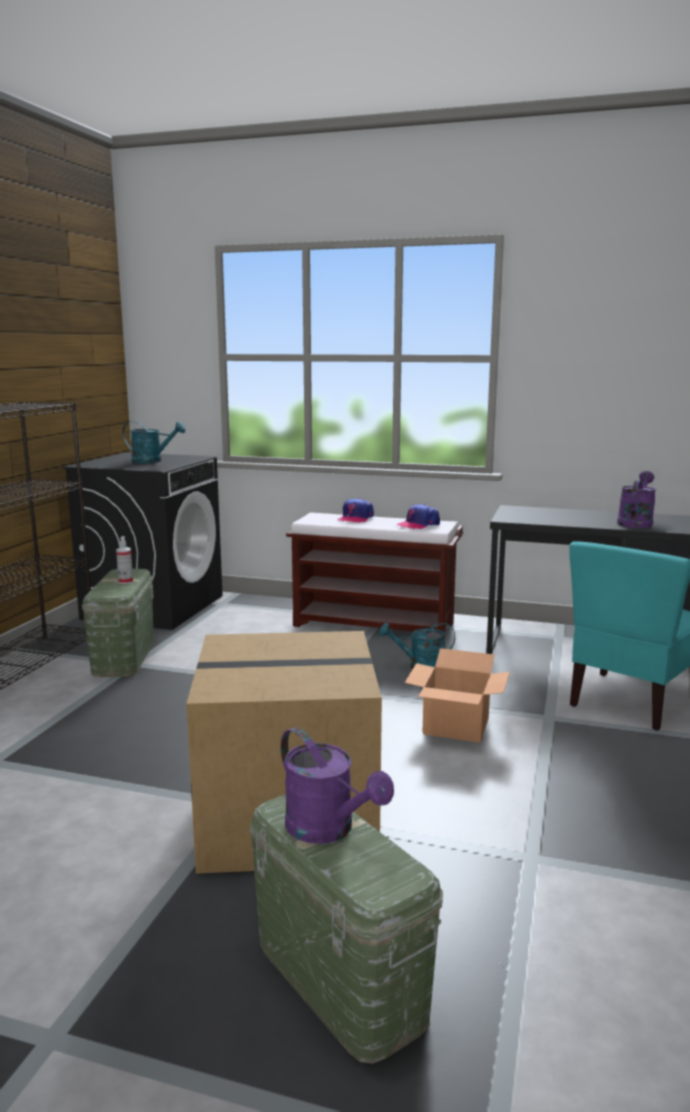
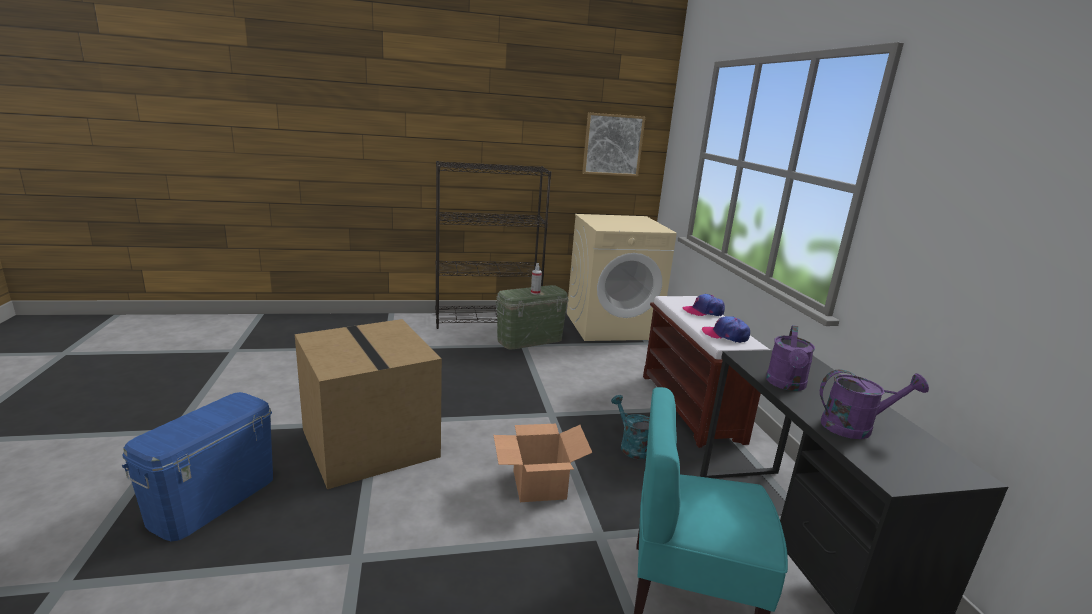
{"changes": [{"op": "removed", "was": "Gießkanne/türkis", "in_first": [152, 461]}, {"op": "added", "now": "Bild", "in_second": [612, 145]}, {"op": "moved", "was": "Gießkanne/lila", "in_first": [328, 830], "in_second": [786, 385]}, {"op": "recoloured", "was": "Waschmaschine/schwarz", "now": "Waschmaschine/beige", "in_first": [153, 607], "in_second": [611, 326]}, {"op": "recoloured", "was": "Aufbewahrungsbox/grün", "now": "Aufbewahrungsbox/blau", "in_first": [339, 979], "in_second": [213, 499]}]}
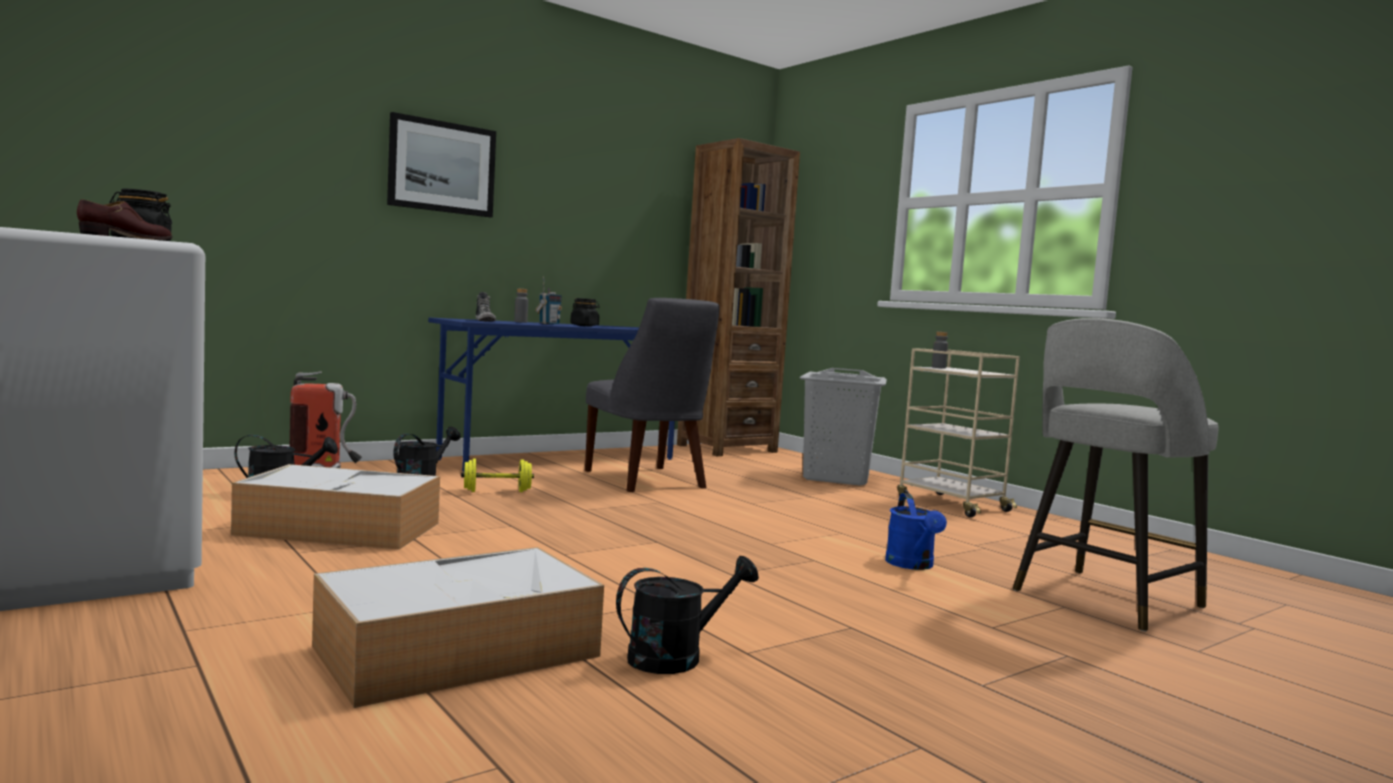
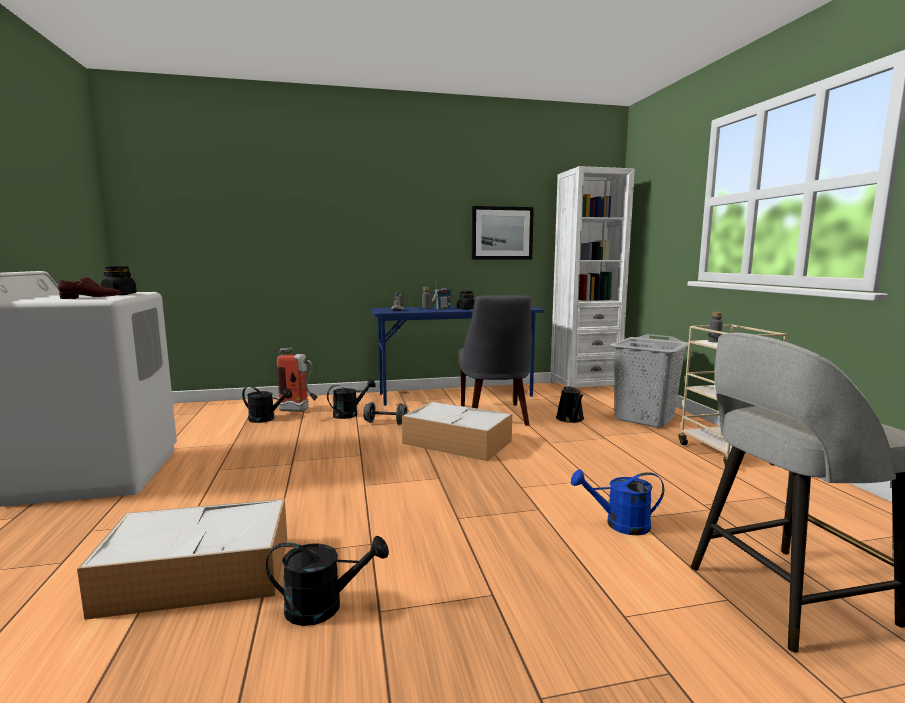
{"changes": [{"op": "added", "now": "Gießkanne/schwarz", "in_second": [571, 419]}, {"op": "moved", "was": "Aufbewahrungsbox", "in_first": [343, 529], "in_second": [458, 442]}, {"op": "moved", "was": "Bild", "in_first": [442, 167], "in_second": [502, 233]}, {"op": "recoloured", "was": "Hantel/gelb", "now": "Hantel/grau", "in_first": [497, 491], "in_second": [385, 423]}, {"op": "recoloured", "was": "Bücherregal/braun", "now": "Bücherregal/weiß", "in_first": [726, 448], "in_second": [584, 386]}, {"op": "turned", "was": "Gießkanne/blau", "in_first": [913, 565], "in_second": [619, 524], "clockwise": 75}]}
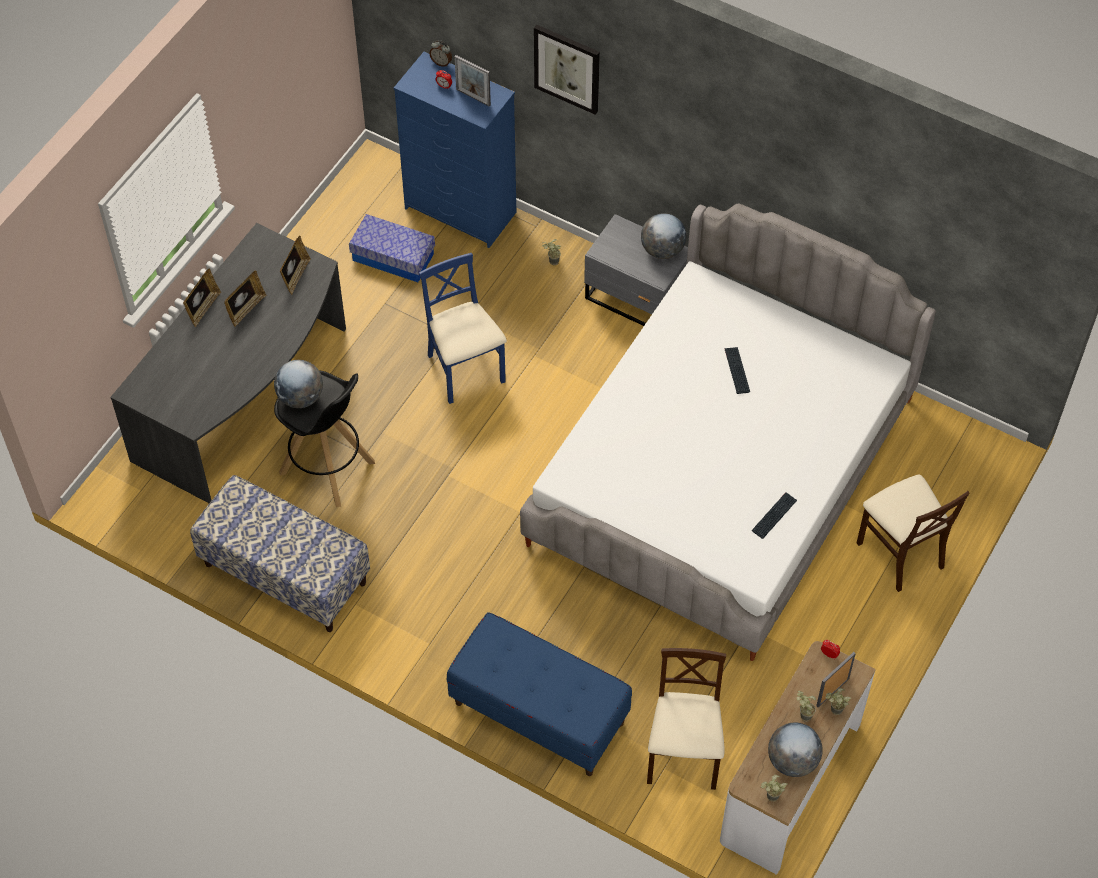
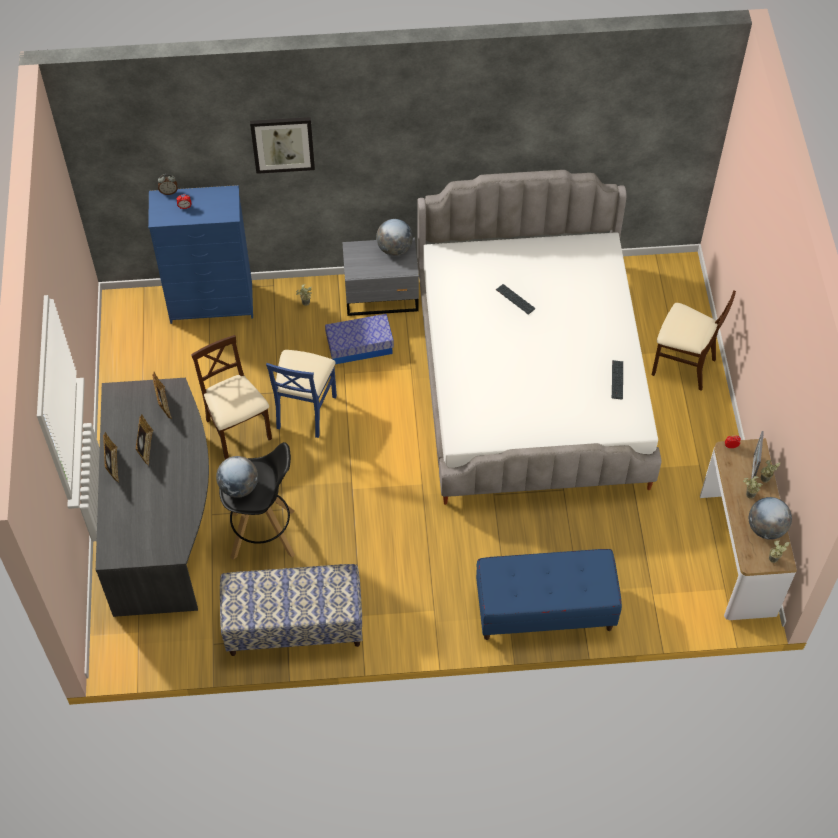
{"changes": [{"op": "removed", "was": "Bilderrahmen", "in_first": [473, 97]}, {"op": "moved", "was": "Aufbewahrungsbox", "in_first": [393, 257], "in_second": [360, 346]}, {"op": "moved", "was": "Stuhl/beige", "in_first": [683, 755], "in_second": [238, 431]}, {"op": "turned", "was": "Stuhl/blau", "in_first": [465, 370], "in_second": [305, 410], "clockwise": -105}]}
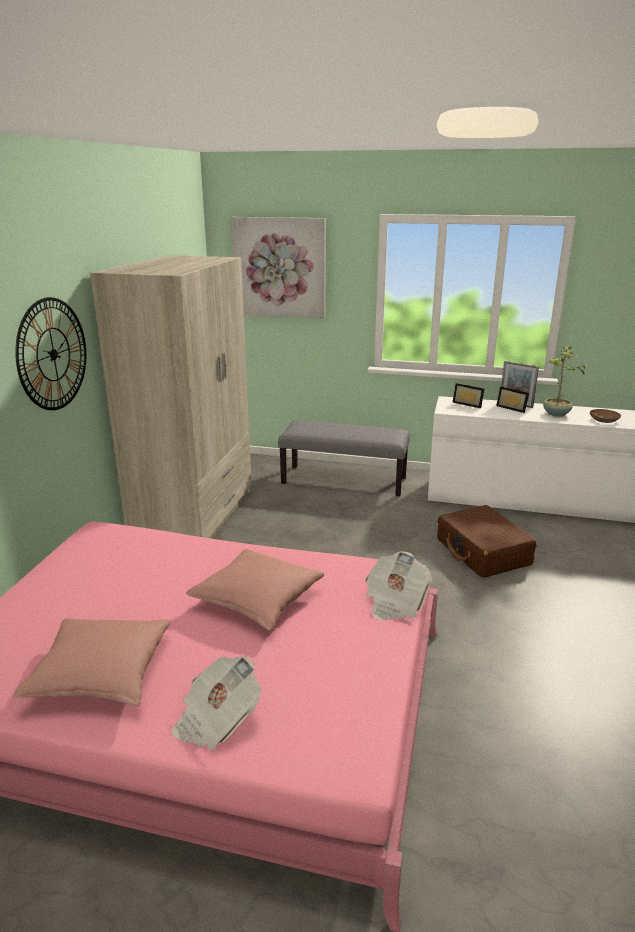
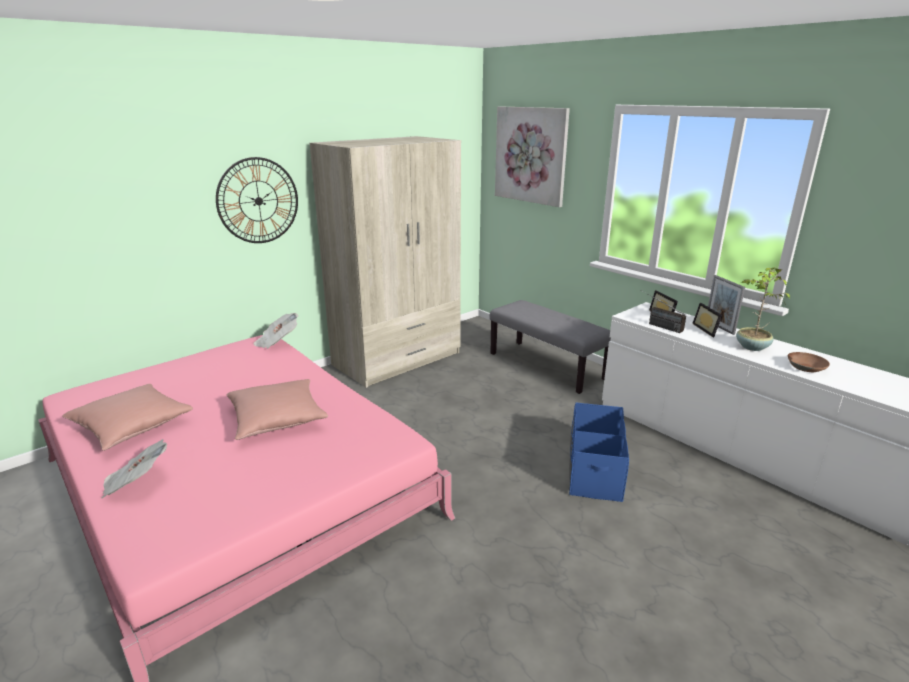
{"changes": [{"op": "added", "now": "Radio", "in_second": [657, 325]}, {"op": "moved", "was": "Zeitung", "in_first": [395, 602], "in_second": [277, 342]}, {"op": "replaced", "was": "Koffer/braun", "now": "Aufbewahrungsbox/blau", "in_first": [483, 552], "in_second": [594, 469]}]}
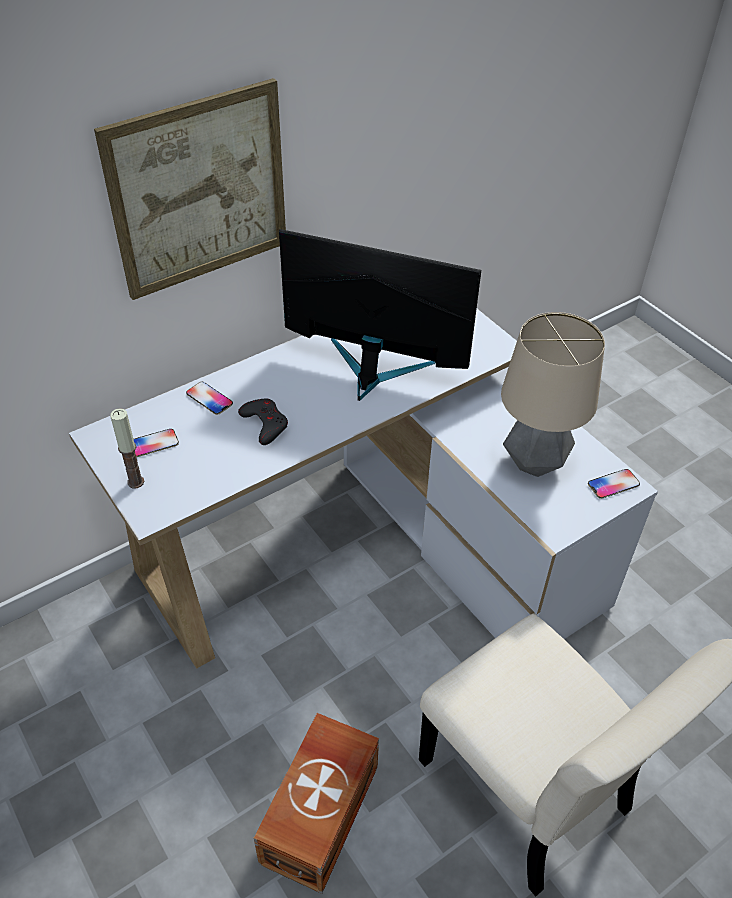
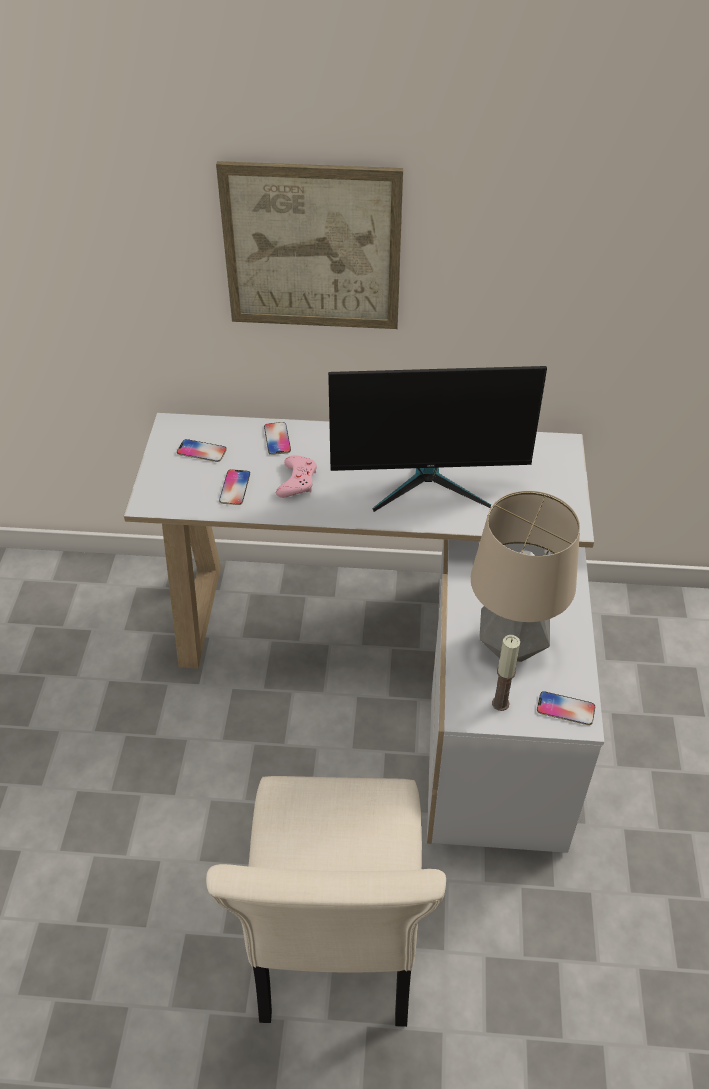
{"changes": [{"op": "removed", "was": "Aufbewahrungsbox/braun", "in_first": [323, 813]}, {"op": "added", "now": "Handy", "in_second": [235, 488]}, {"op": "moved", "was": "Kerze", "in_first": [135, 482], "in_second": [500, 703]}, {"op": "recoloured", "was": "Gamepad/grau", "now": "Gamepad/rosa", "in_first": [265, 424], "in_second": [297, 481]}, {"op": "turned", "was": "Monitor", "in_first": [372, 370], "in_second": [429, 484], "clockwise": 120}]}
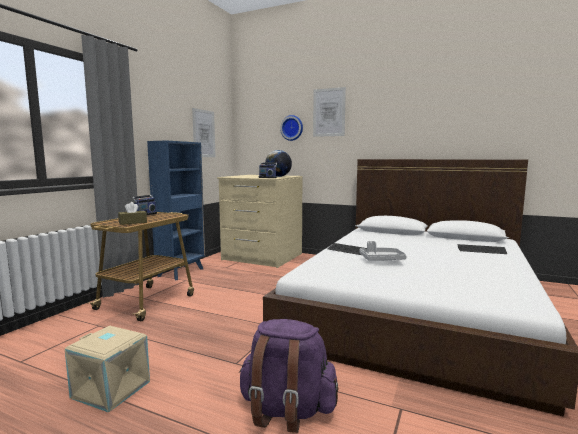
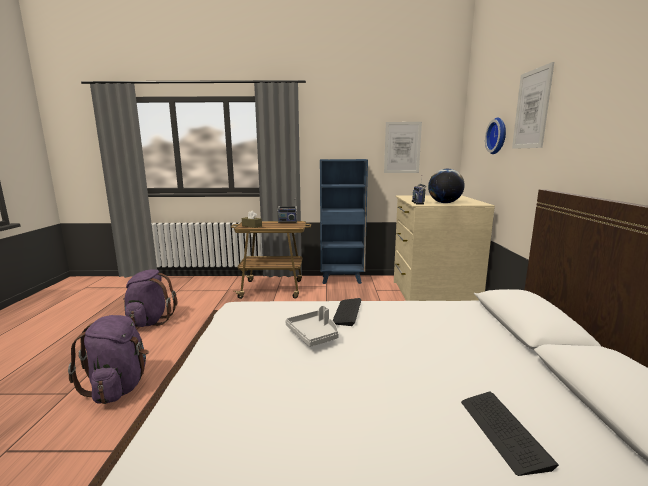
{"changes": [{"op": "replaced", "was": "Aufbewahrungsbox/beige", "now": "Rucksack/lila", "in_first": [112, 389], "in_second": [150, 321]}]}
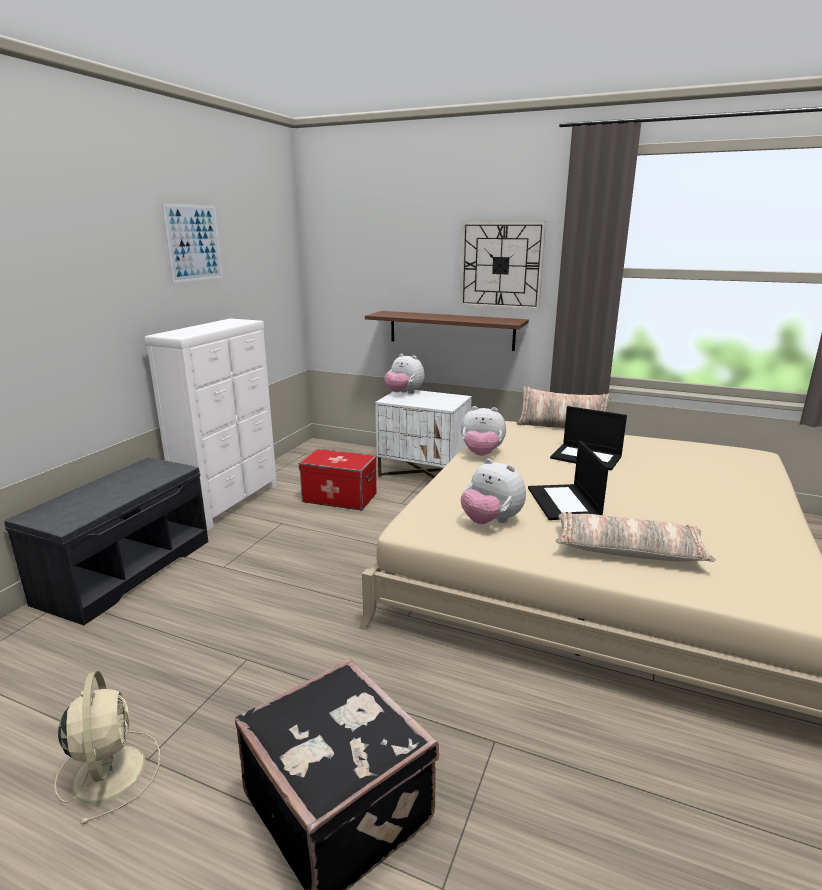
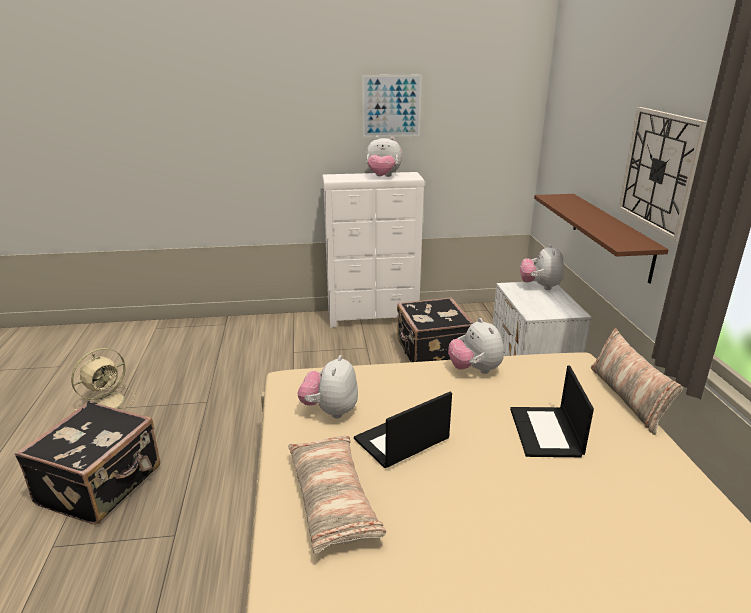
{"changes": [{"op": "removed", "was": "Bank/grau", "in_first": [126, 569]}, {"op": "added", "now": "Plüschtier", "in_second": [383, 177]}, {"op": "replaced", "was": "Aufbewahrungsbox", "now": "Koffer/schwarz", "in_first": [340, 497], "in_second": [431, 354]}]}
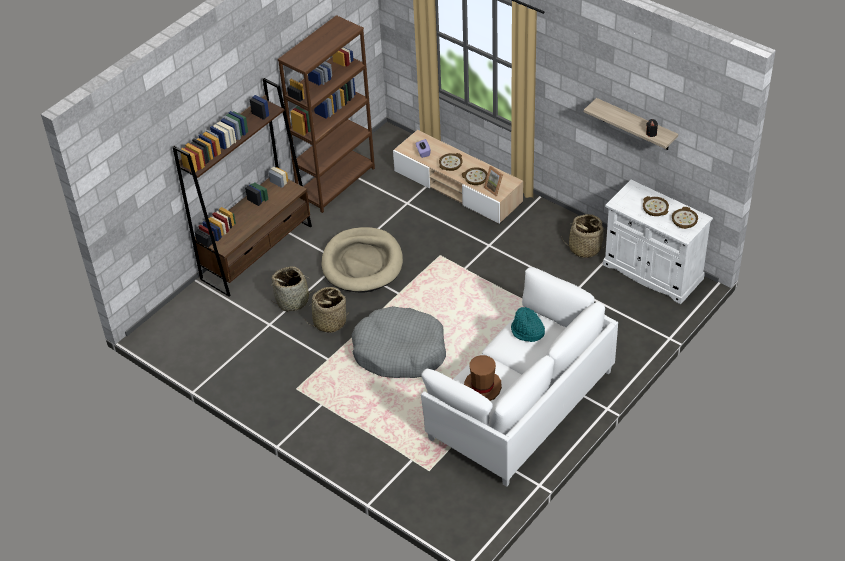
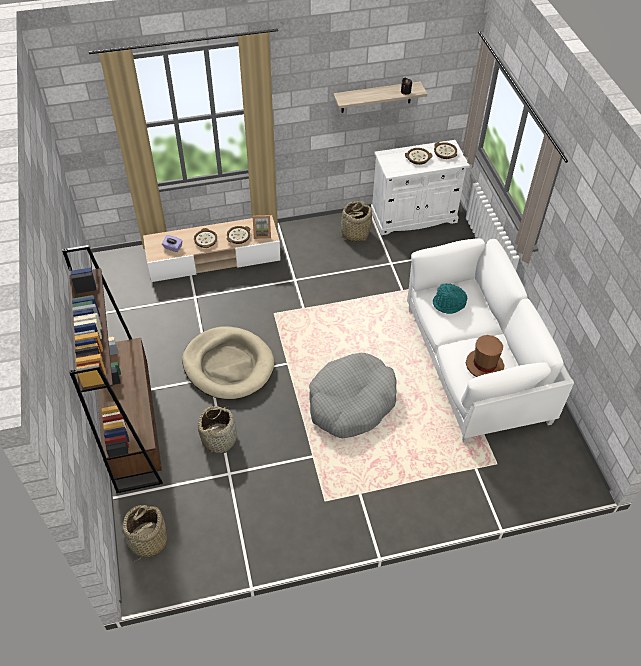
{"changes": [{"op": "removed", "was": "Bücherregal/braun", "in_first": [336, 183]}, {"op": "moved", "was": "Korb", "in_first": [329, 322], "in_second": [147, 541]}]}
